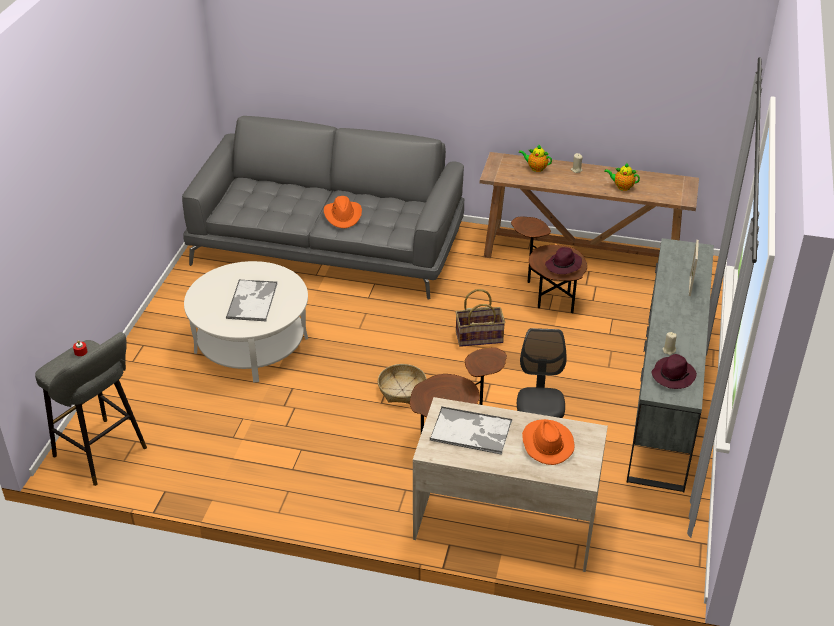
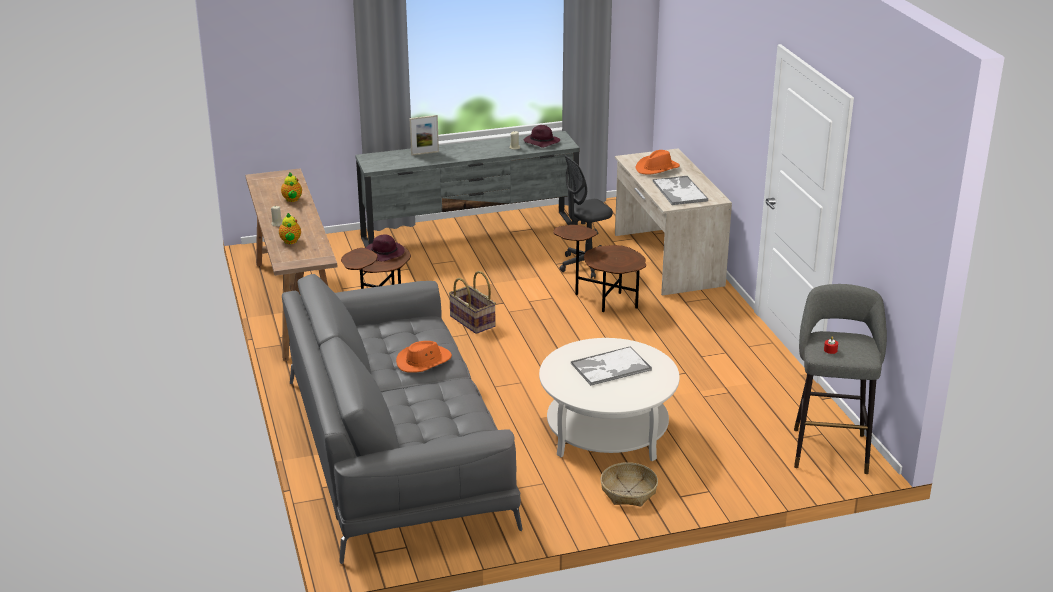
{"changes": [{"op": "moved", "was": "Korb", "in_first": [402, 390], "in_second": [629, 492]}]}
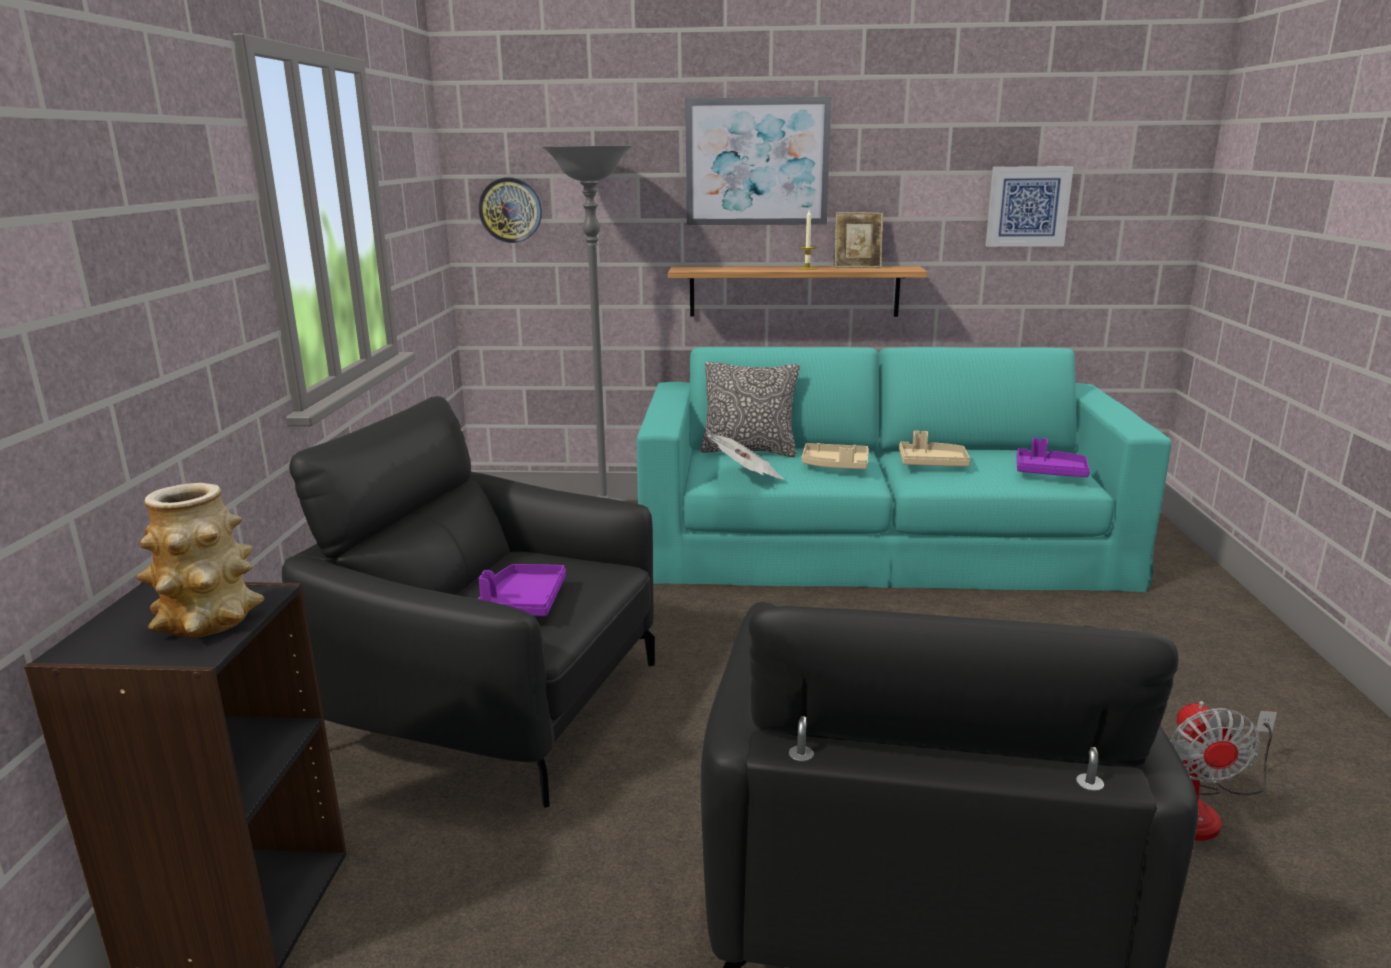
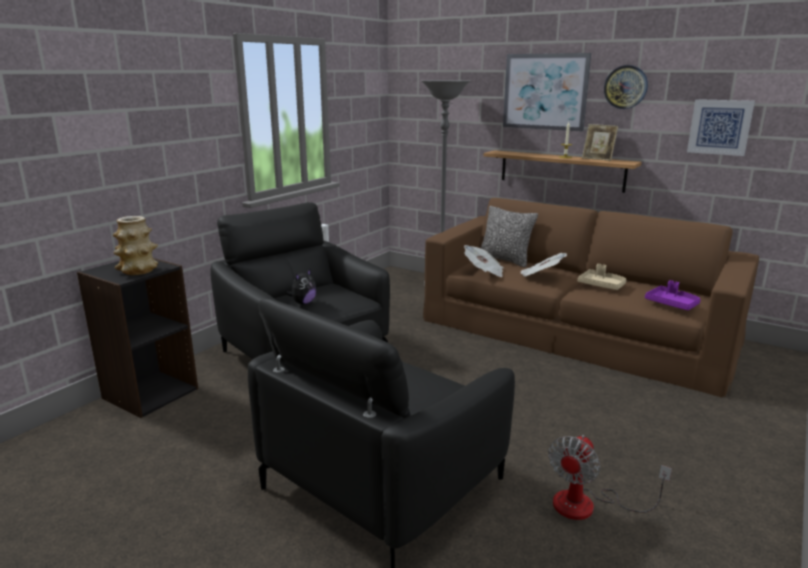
{"changes": [{"op": "moved", "was": "Wanduhr", "in_first": [510, 210], "in_second": [625, 87]}, {"op": "replaced", "was": "Tablett/lila", "now": "Plüschtier", "in_first": [523, 603], "in_second": [303, 303]}, {"op": "replaced", "was": "Tablett/beige", "now": "Zeitung", "in_first": [835, 466], "in_second": [541, 276]}, {"op": "recoloured", "was": "Sofa/türkis", "now": "Sofa/braun", "in_first": [877, 542], "in_second": [576, 330]}]}
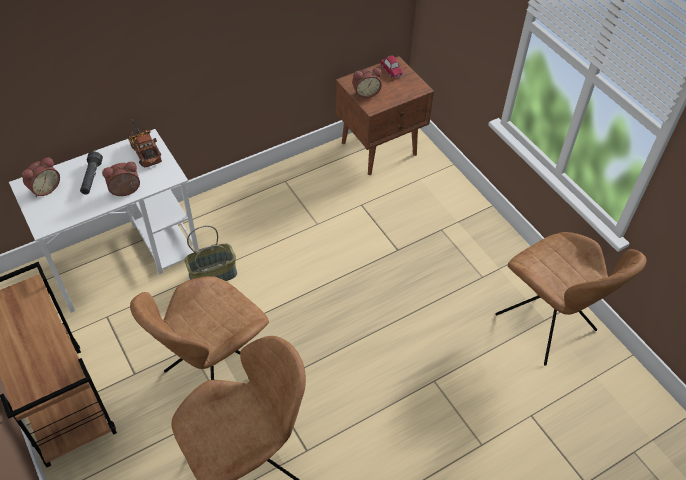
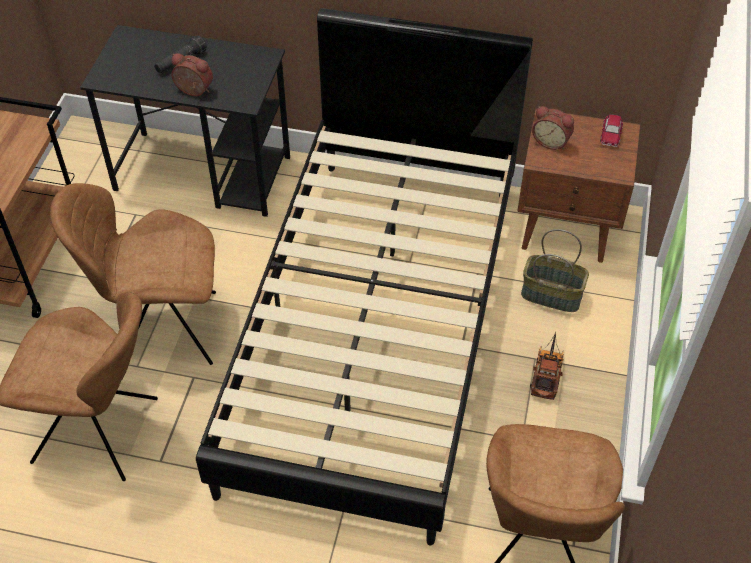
{"changes": [{"op": "removed", "was": "Wecker", "in_first": [44, 188]}, {"op": "added", "now": "Bett/schwarz", "in_second": [375, 328]}, {"op": "moved", "was": "Spielzeuglaster", "in_first": [144, 150], "in_second": [547, 373]}, {"op": "moved", "was": "Korb", "in_first": [213, 274], "in_second": [552, 294]}, {"op": "recoloured", "was": "Schreibtisch/weiß", "now": "Schreibtisch/schwarz", "in_first": [125, 258], "in_second": [204, 174]}]}
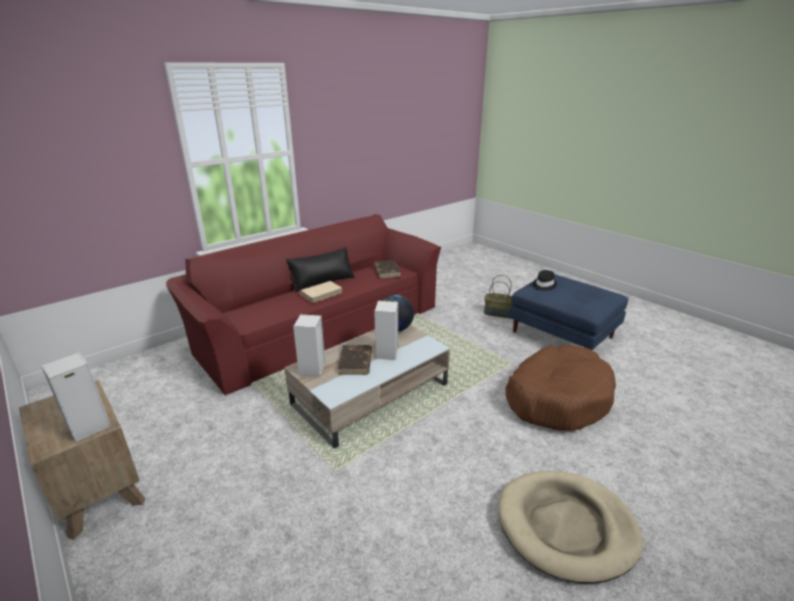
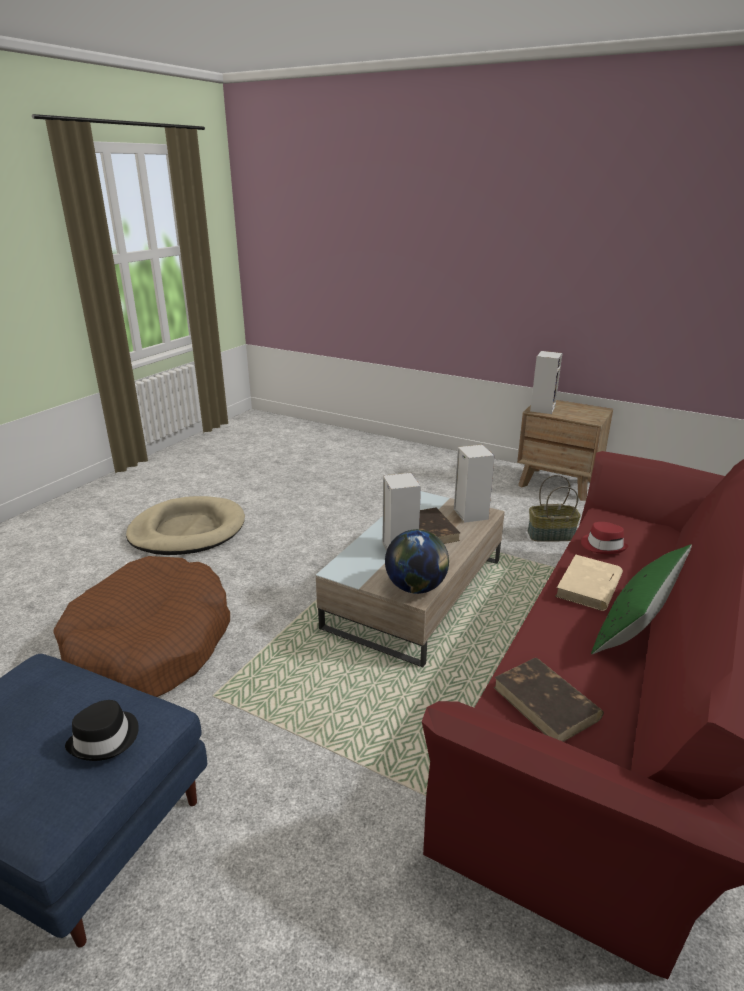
{"changes": [{"op": "added", "now": "Hut/rot", "in_second": [603, 546]}, {"op": "moved", "was": "Korb", "in_first": [499, 313], "in_second": [551, 535]}, {"op": "recoloured", "was": "Kissen/schwarz", "now": "Kissen/grün", "in_first": [322, 281], "in_second": [637, 623]}]}
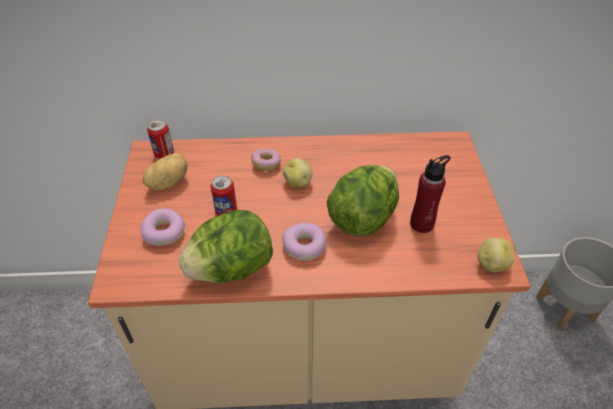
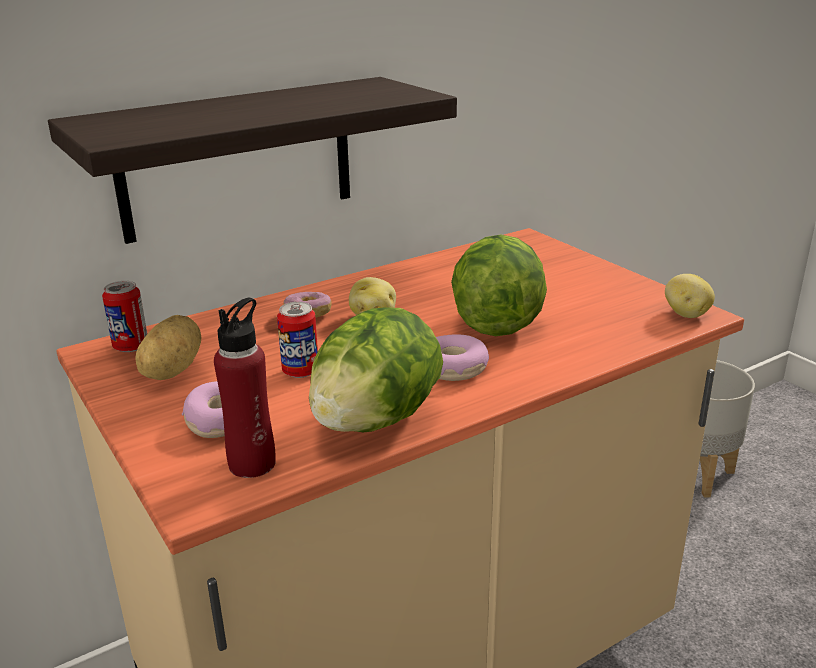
{"changes": [{"op": "added", "now": "Wandregal", "in_second": [237, 158]}, {"op": "moved", "was": "Flasche/rot", "in_first": [422, 224], "in_second": [252, 463]}]}
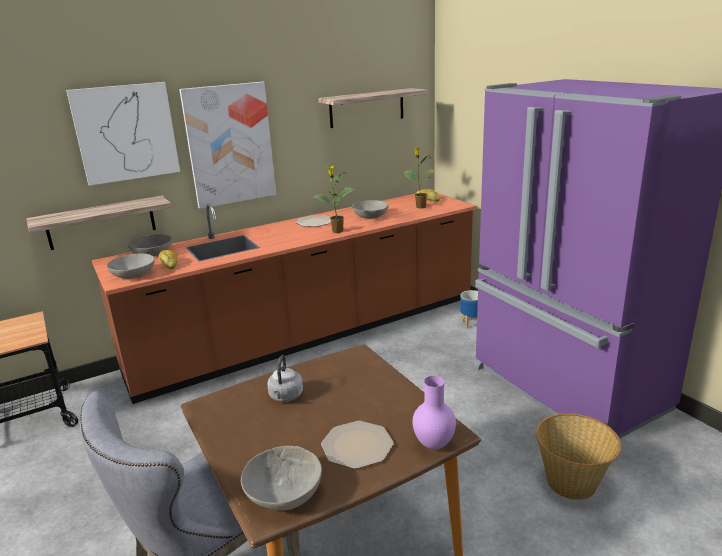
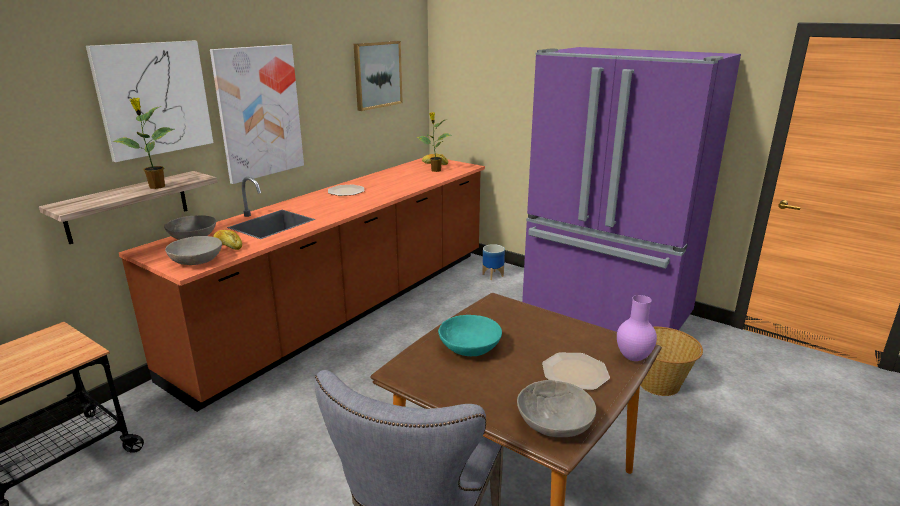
{"changes": [{"op": "removed", "was": "Schüssel/grau", "in_first": [370, 216]}, {"op": "moved", "was": "Topfpflanze", "in_first": [337, 231], "in_second": [156, 187]}, {"op": "replaced", "was": "Wasserkessel/grau", "now": "Schüssel/türkis", "in_first": [285, 397], "in_second": [469, 348]}, {"op": "replaced", "was": "Wandregal", "now": "Bild", "in_first": [367, 108], "in_second": [377, 75]}]}
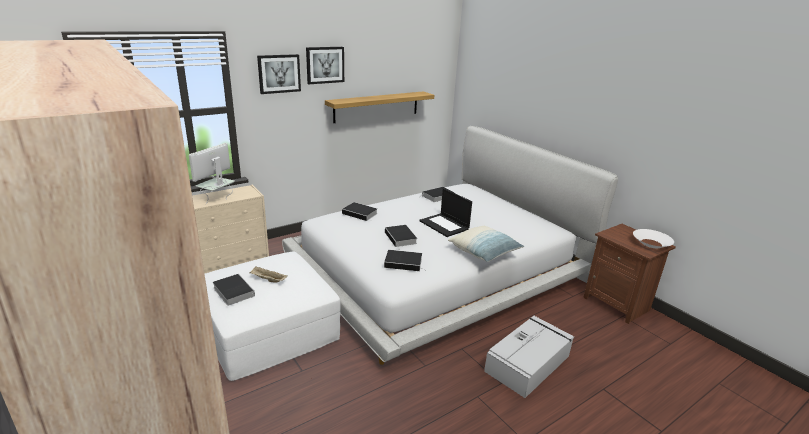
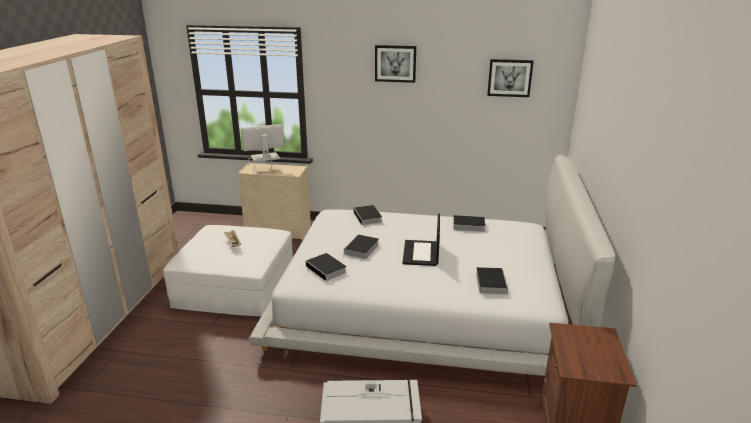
{"changes": [{"op": "removed", "was": "Wandregal", "in_first": [376, 106]}, {"op": "removed", "was": "Kissen", "in_first": [484, 252]}, {"op": "removed", "was": "Schüssel/weiß", "in_first": [651, 243]}, {"op": "moved", "was": "Buch", "in_first": [232, 291], "in_second": [490, 282]}, {"op": "moved", "was": "Bild", "in_first": [279, 73], "in_second": [509, 78]}]}
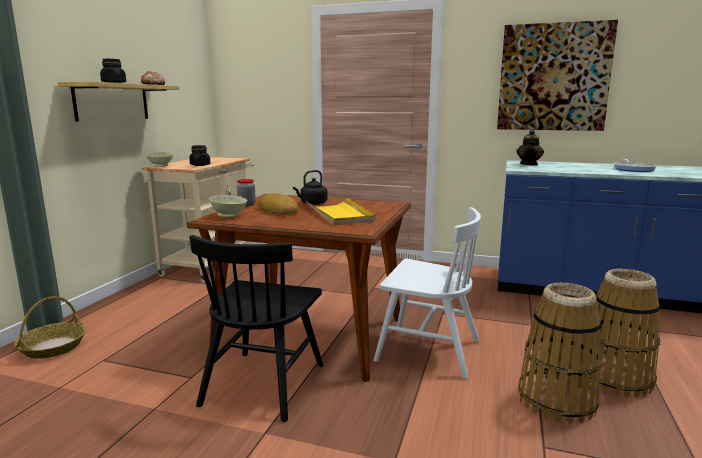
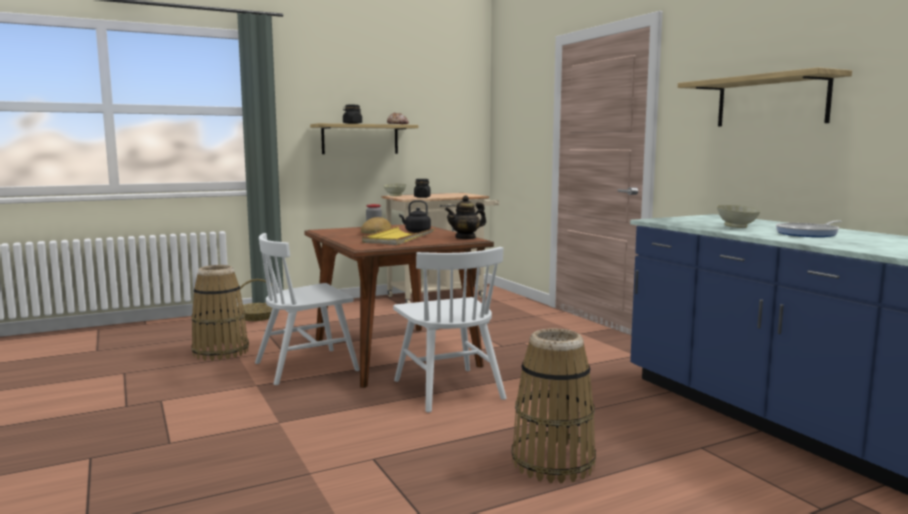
{"changes": [{"op": "moved", "was": "Schüssel/beige", "in_first": [229, 216], "in_second": [736, 227]}, {"op": "moved", "was": "Teekanne", "in_first": [529, 164], "in_second": [465, 237]}, {"op": "moved", "was": "Korb", "in_first": [556, 400], "in_second": [220, 352]}, {"op": "replaced", "was": "Bild", "now": "Wandregal", "in_first": [553, 77], "in_second": [771, 101]}, {"op": "recoloured", "was": "Stuhl/schwarz", "now": "Stuhl/weiß", "in_first": [263, 384], "in_second": [307, 366]}]}
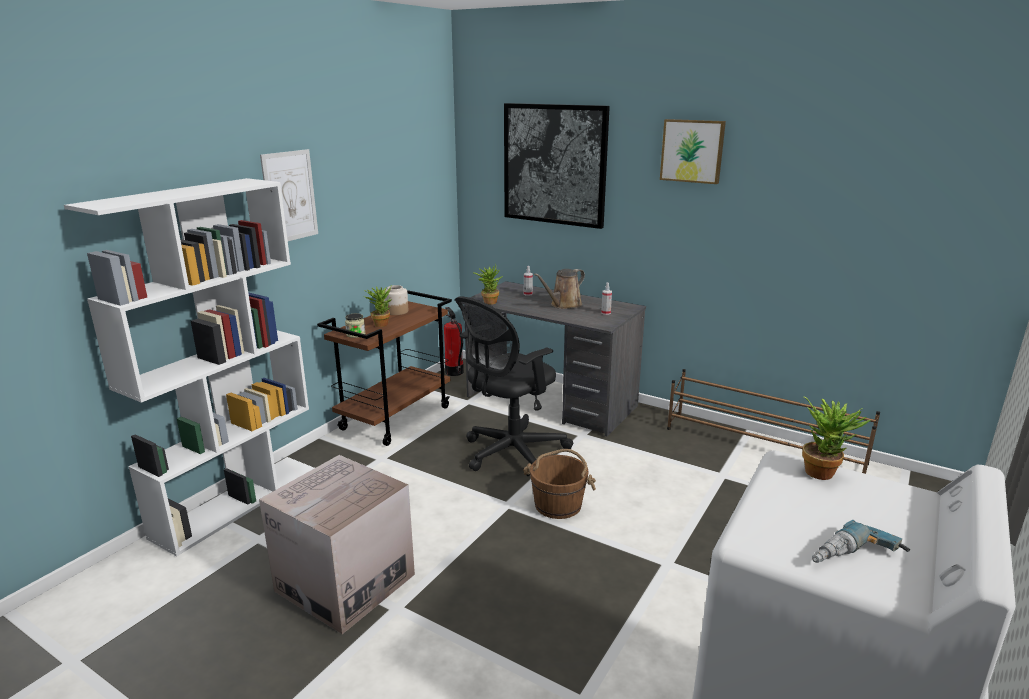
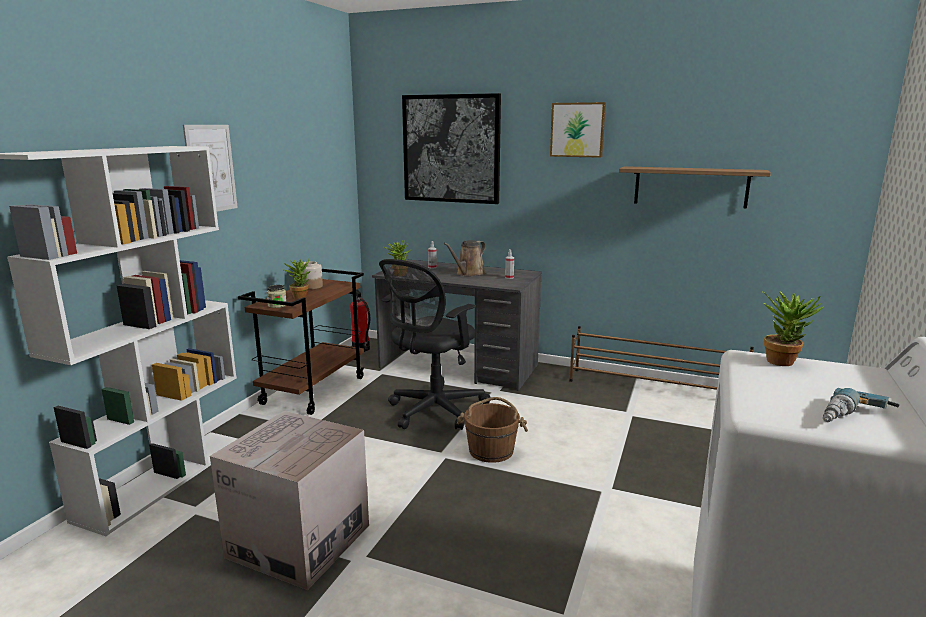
{"changes": [{"op": "added", "now": "Wandregal", "in_second": [690, 187]}]}
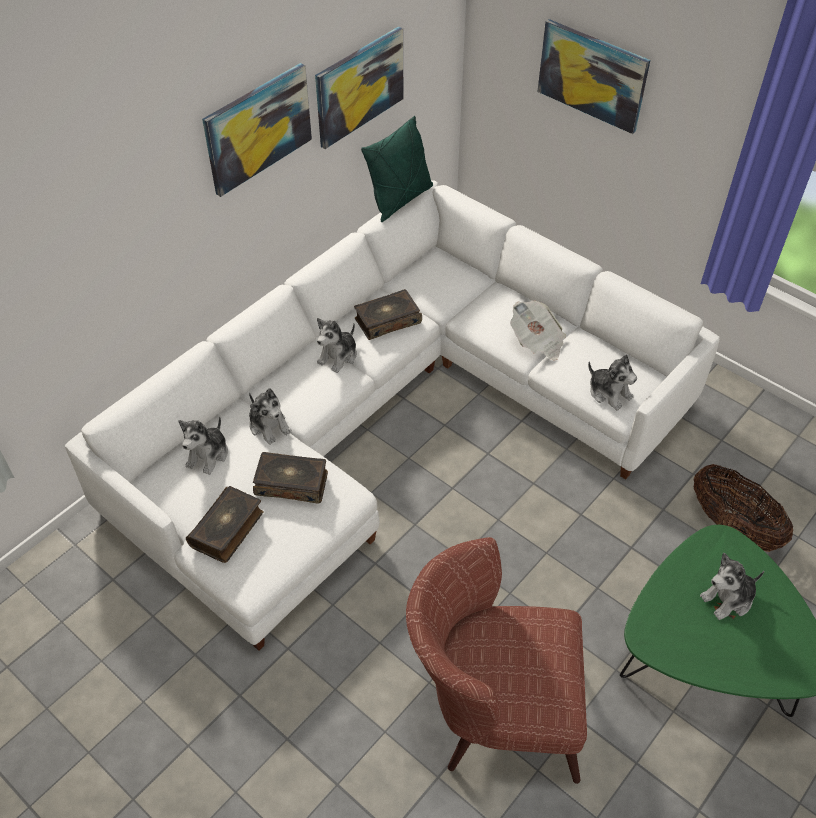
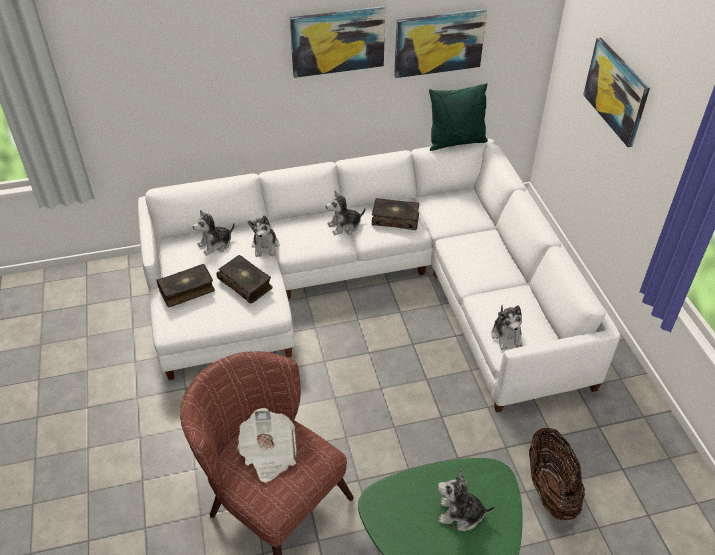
{"changes": [{"op": "moved", "was": "Zeitung", "in_first": [537, 341], "in_second": [269, 454]}]}
